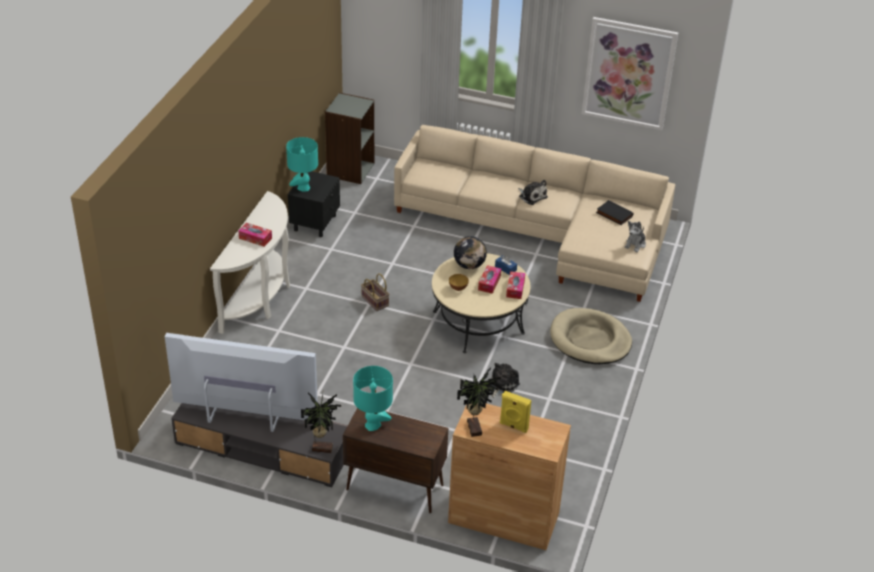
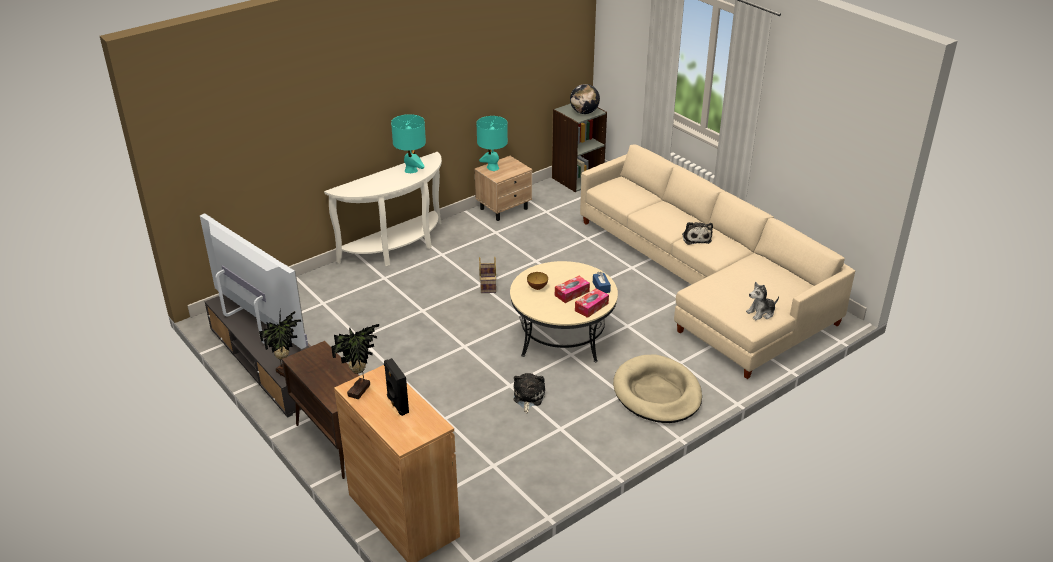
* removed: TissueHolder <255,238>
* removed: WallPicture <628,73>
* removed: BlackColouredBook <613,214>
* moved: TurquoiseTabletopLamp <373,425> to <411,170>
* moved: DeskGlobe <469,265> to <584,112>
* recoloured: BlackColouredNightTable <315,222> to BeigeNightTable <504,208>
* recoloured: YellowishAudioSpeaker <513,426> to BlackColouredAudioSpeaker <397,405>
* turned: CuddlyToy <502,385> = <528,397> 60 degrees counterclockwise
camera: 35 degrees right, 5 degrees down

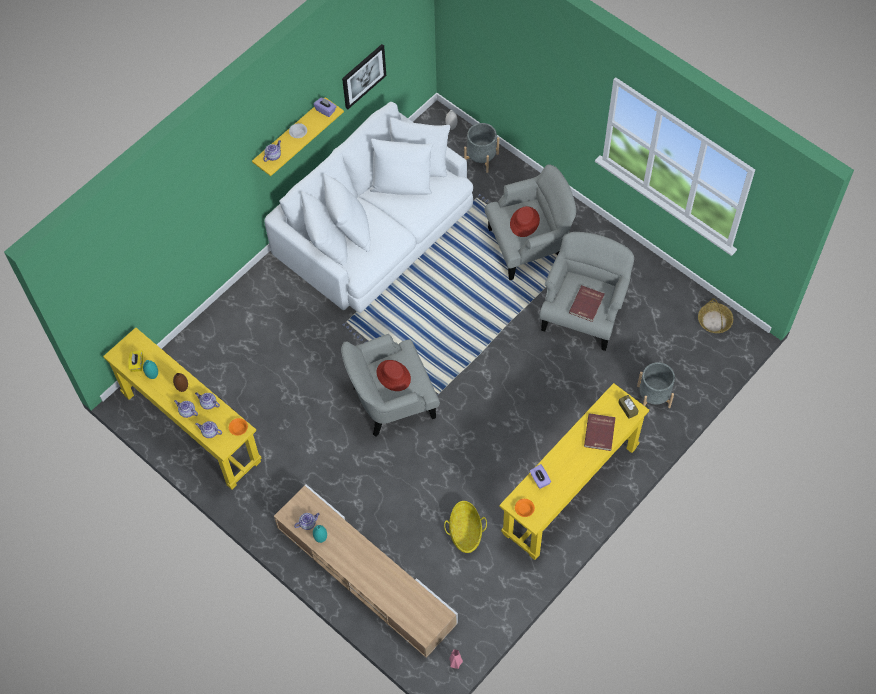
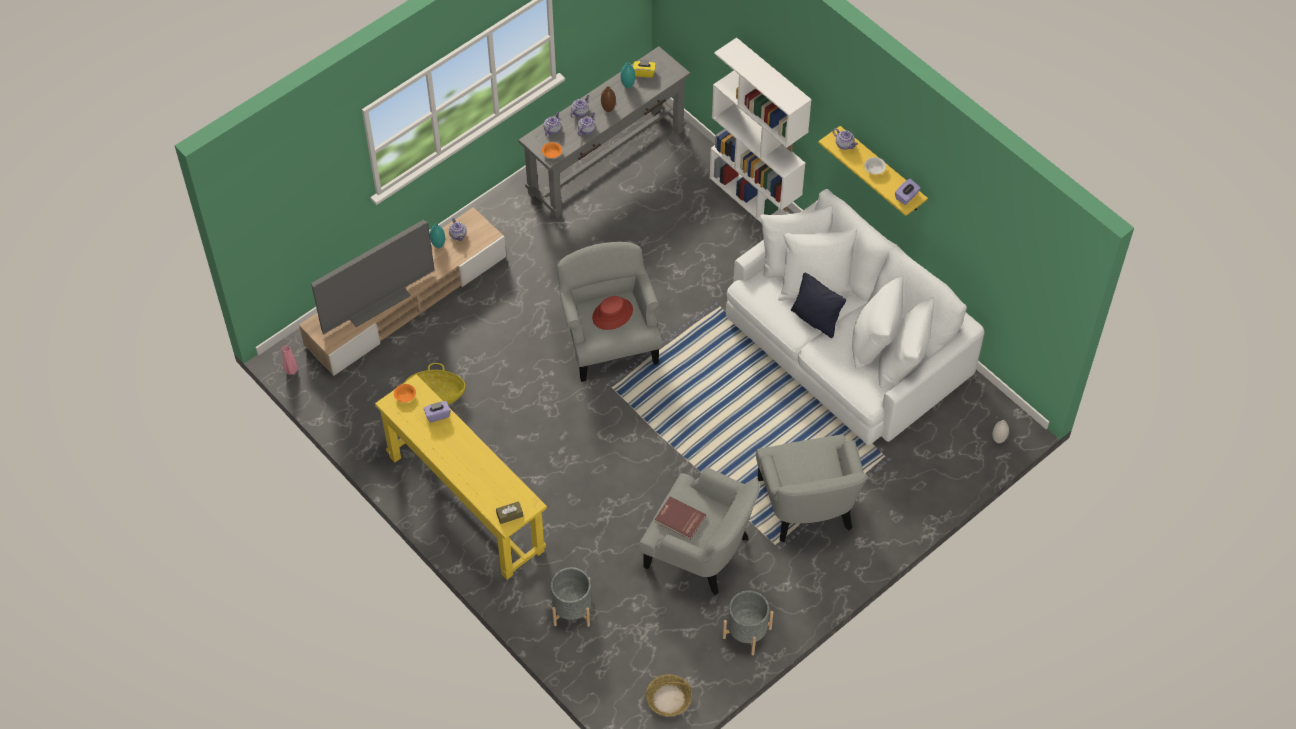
* removed: WallPicture <363,76>
* removed: ReddishClothingHat <524,222>
* removed: ReddishBook <600,433>
* added: TvSet <375,300>
* added: WhiteBookshelf <755,200>
* added: BlackColouredCushion <816,319>
* moved: GreyFlowerPot <481,158> to <747,633>
* recoloured: YellowishNarrowTable <191,428> to GreyNarrowTable <606,161>
camera: 95 degrees right, 5 degrees down

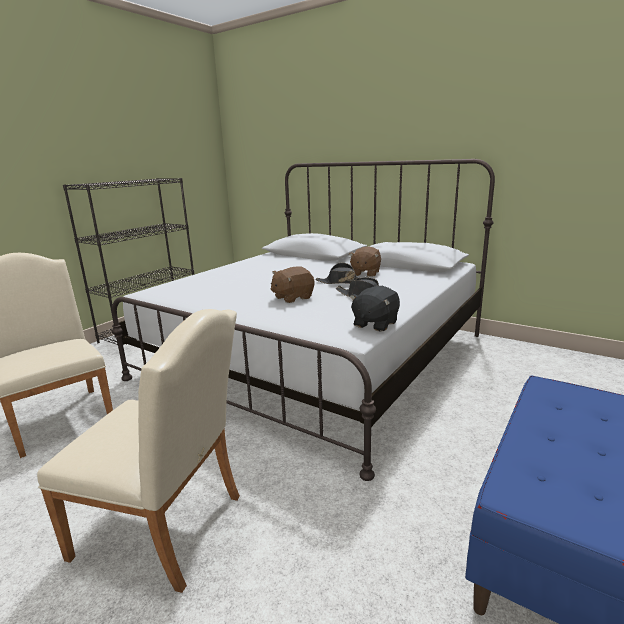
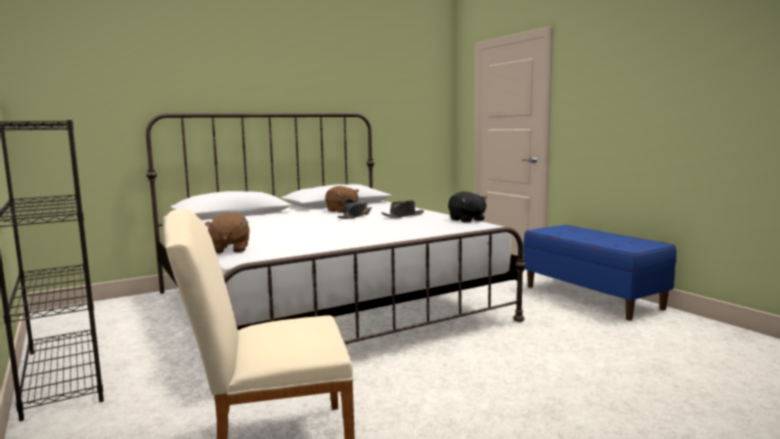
* removed: BeigePlainChair <168,528>
* moved: BrownCuddlyToy <292,298> to <229,249>
camera: 65 degrees left, 10 degrees down

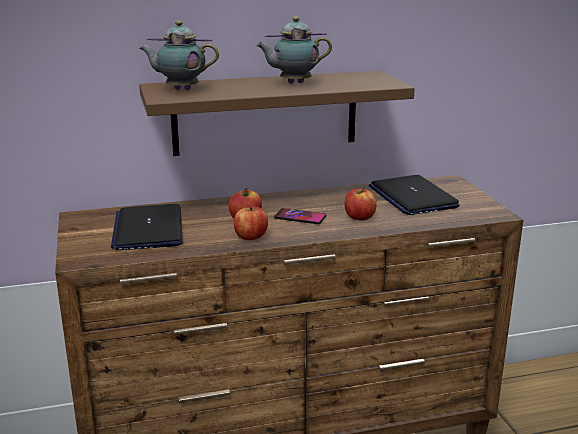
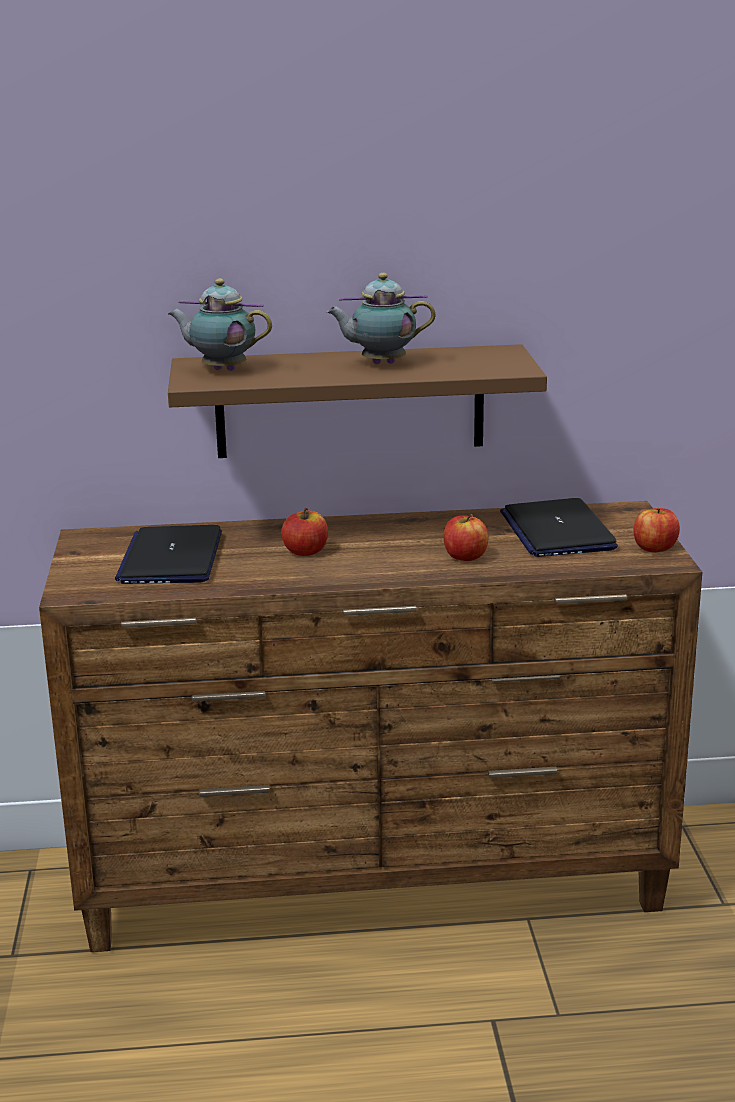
* removed: Telephone <300,217>
* moved: WholeApple <250,237> to <654,548>
camera: 10 degrees right, 0 degrees up

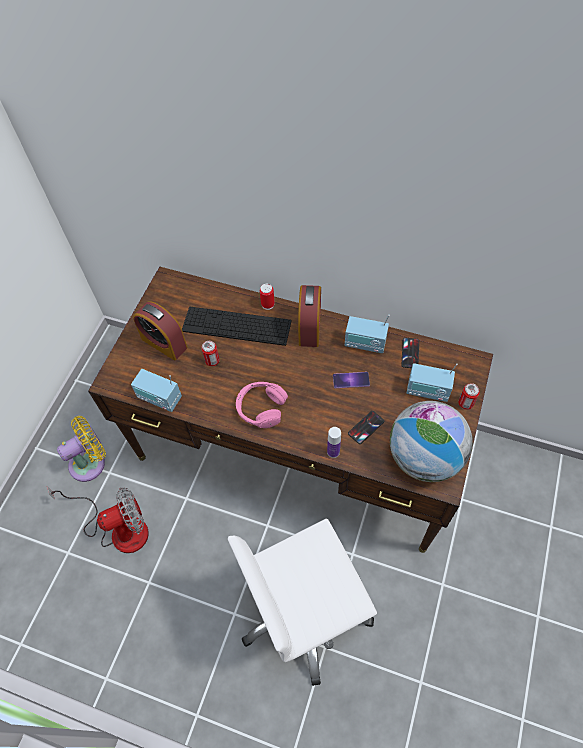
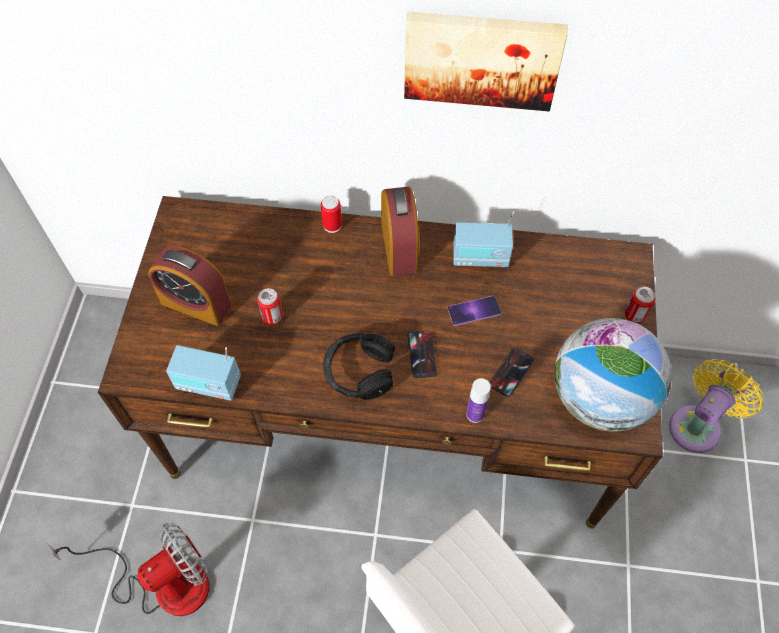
* removed: Keyboard <236,326>
* removed: Radio <427,391>
* added: WallPicture <482,58>
* moved: YellowishElectricFan <91,462> to <698,425>
* moved: Telephone <410,353> to <422,354>
* recoloured: PinkHeadset <261,408> to BlackColouredHeadset <359,371>
camera: 15 degrees left, 0 degrees up

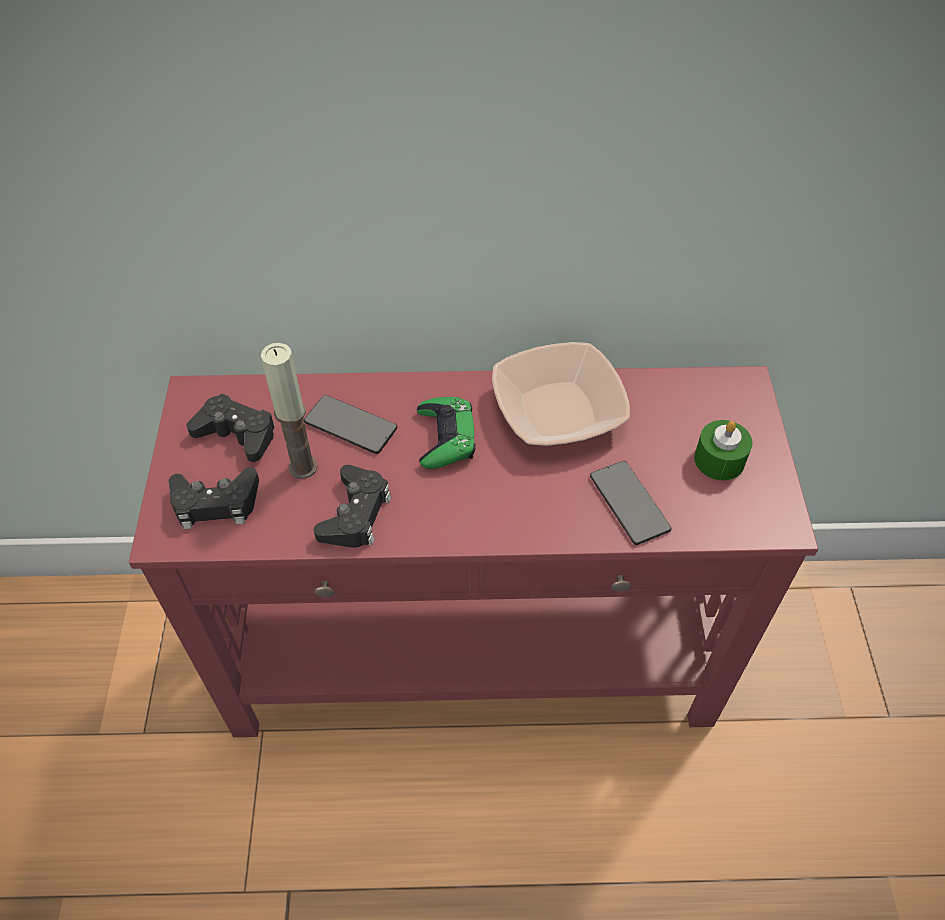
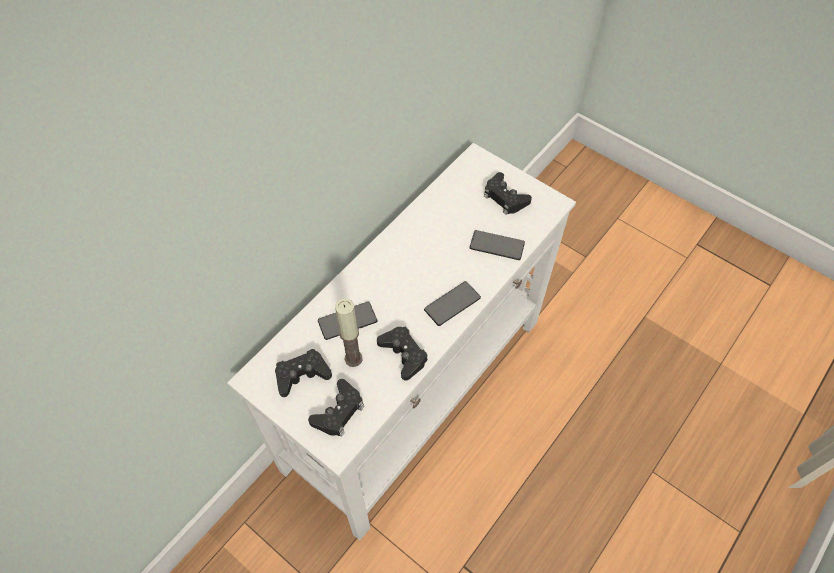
* removed: GreenishGamepad <446,438>
* removed: ServingBowl <558,410>
* added: Telephone <452,304>
* replaced: GreenishWaxLight <719,460> to BlackColouredGamepad <505,198>
* recoloured: ReddishNarrowTable <475,655> to WhiteNarrowTable <417,392>
camera: 50 degrees left, 5 degrees up

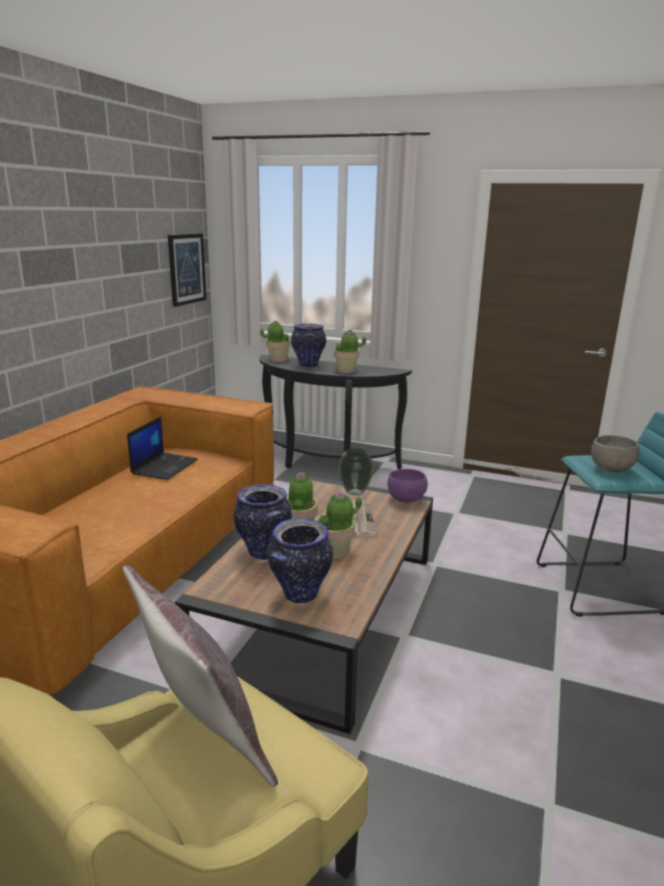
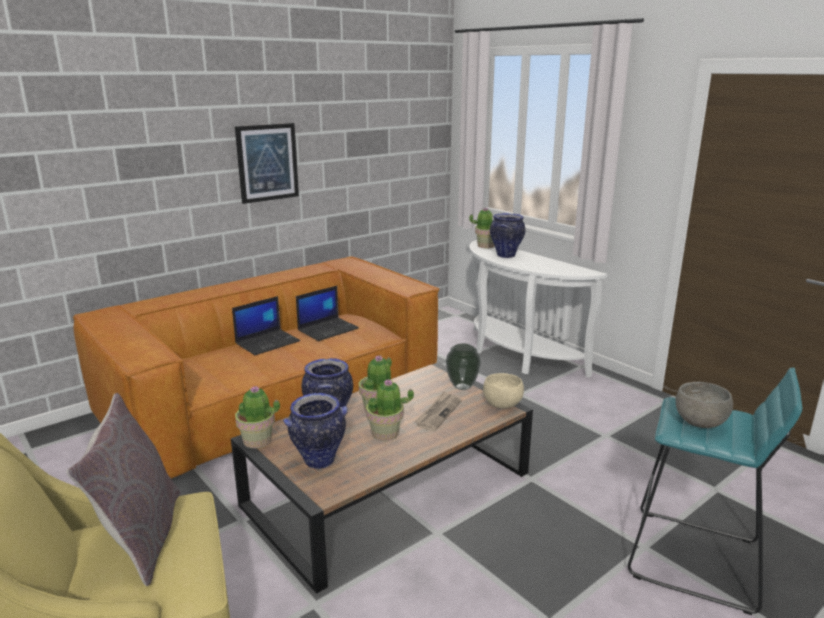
* added: PortableComputer <268,342>
* moved: WallPicture <186,269> to <267,162>
* moved: PottedPlant <346,370> to <257,441>
* recoloured: BlackColouredNarrowTable <324,464> to WhiteNarrowTable <516,356>
* recoloured: PurplishServingBowl <406,499> to BeigeServingBowl <503,405>
camera: 30 degrees right, 0 degrees up

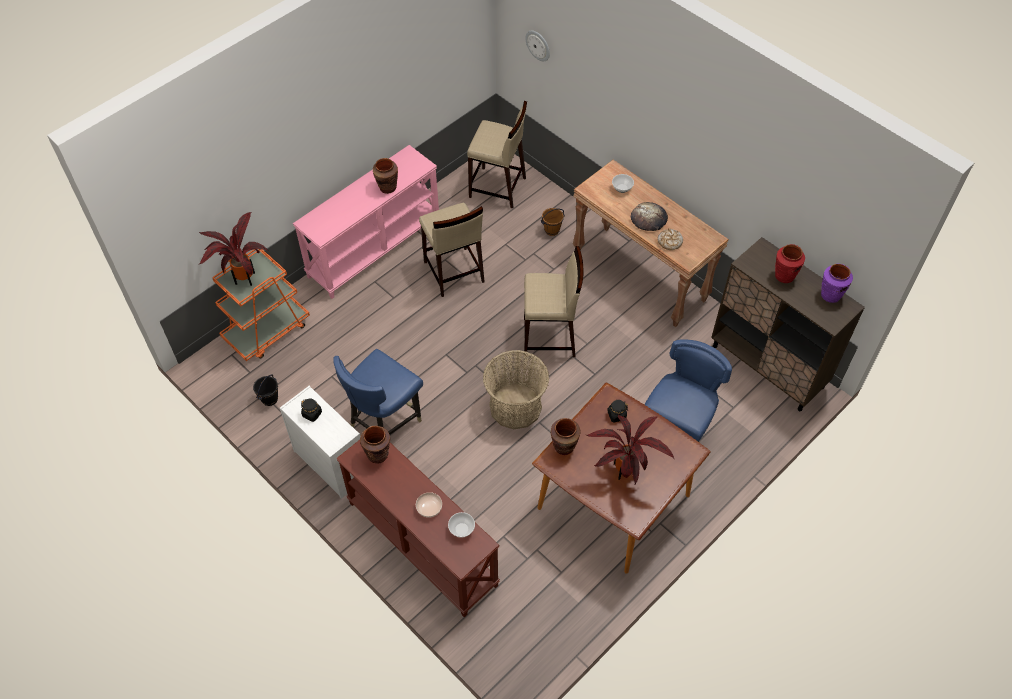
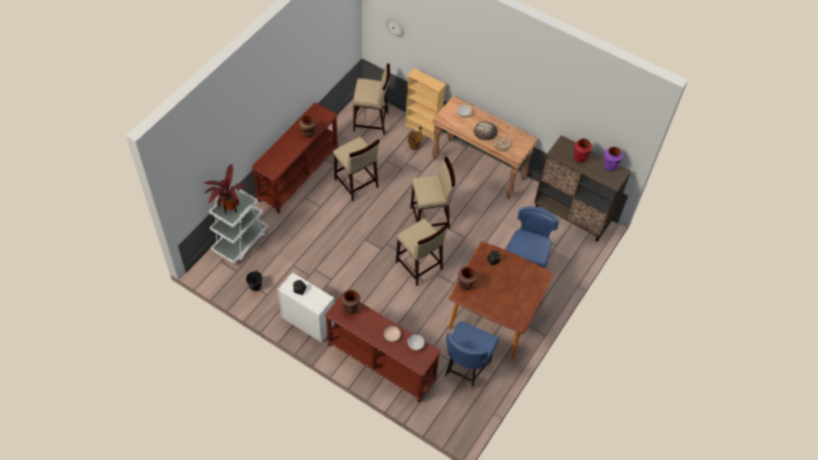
* removed: PottedPlant <624,472>
* added: BeigeBookshelf <422,128>
* moved: BluishPlainChair <384,421> to <465,368>
* replaced: HouseholdBasket <515,406> to BeigeStool <419,266>
* recoloured: OrangeWheeledCart <267,330> to WhiteWheeledCart <240,241>
* recoloured: PinkNarrowTable <374,247> to BrownNarrowTable <298,174>
camera: 15 degrees left, 0 degrees up

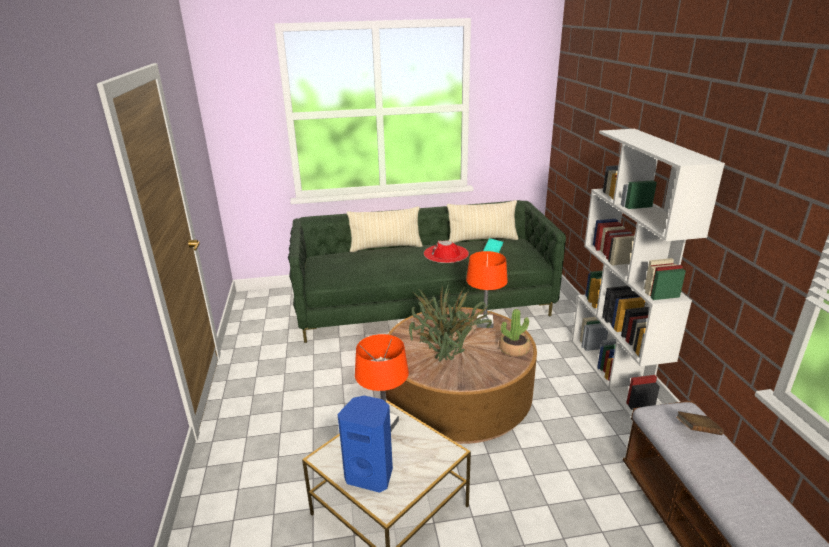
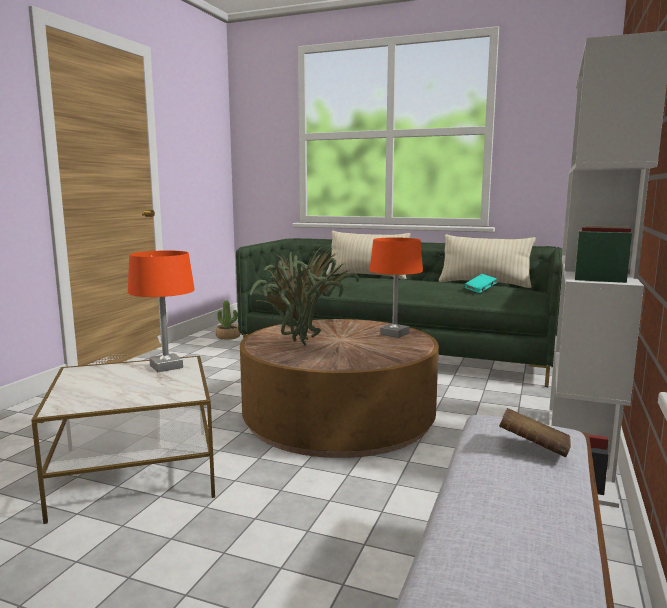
* removed: BluishAudioSpeaker <370,475>
* removed: ReddishClothingHat <446,254>
* moved: PottedPlant <514,349> to <228,337>
camera: 30 degrees right, 15 degrees down

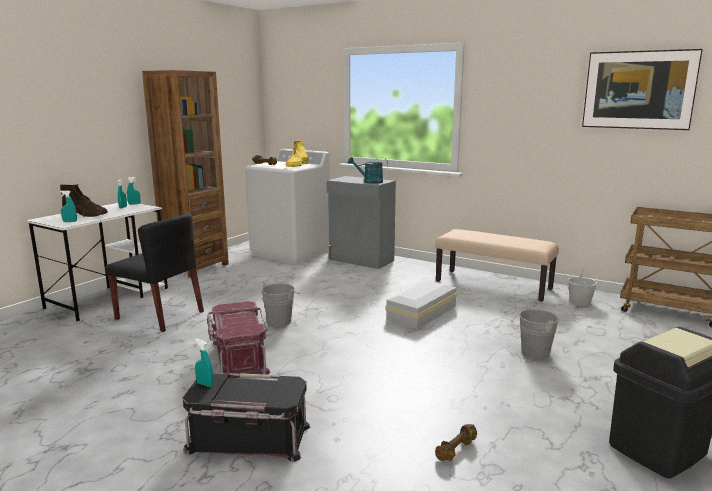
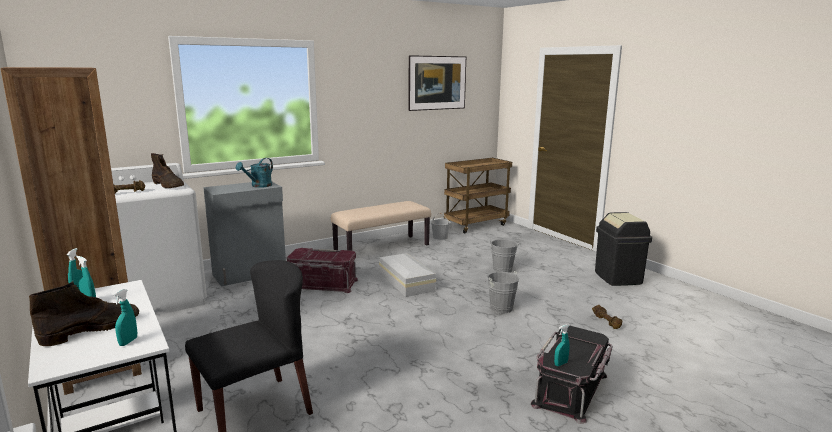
* moved: ReddishStorageBox <238,357> to <322,284>
* moved: GreyBucket <281,321> to <499,307>
* recoloured: YellowishHighTopBoot <297,165> to BrownHighTopBoot <168,185>
camera: 65 degrees left, 0 degrees up

